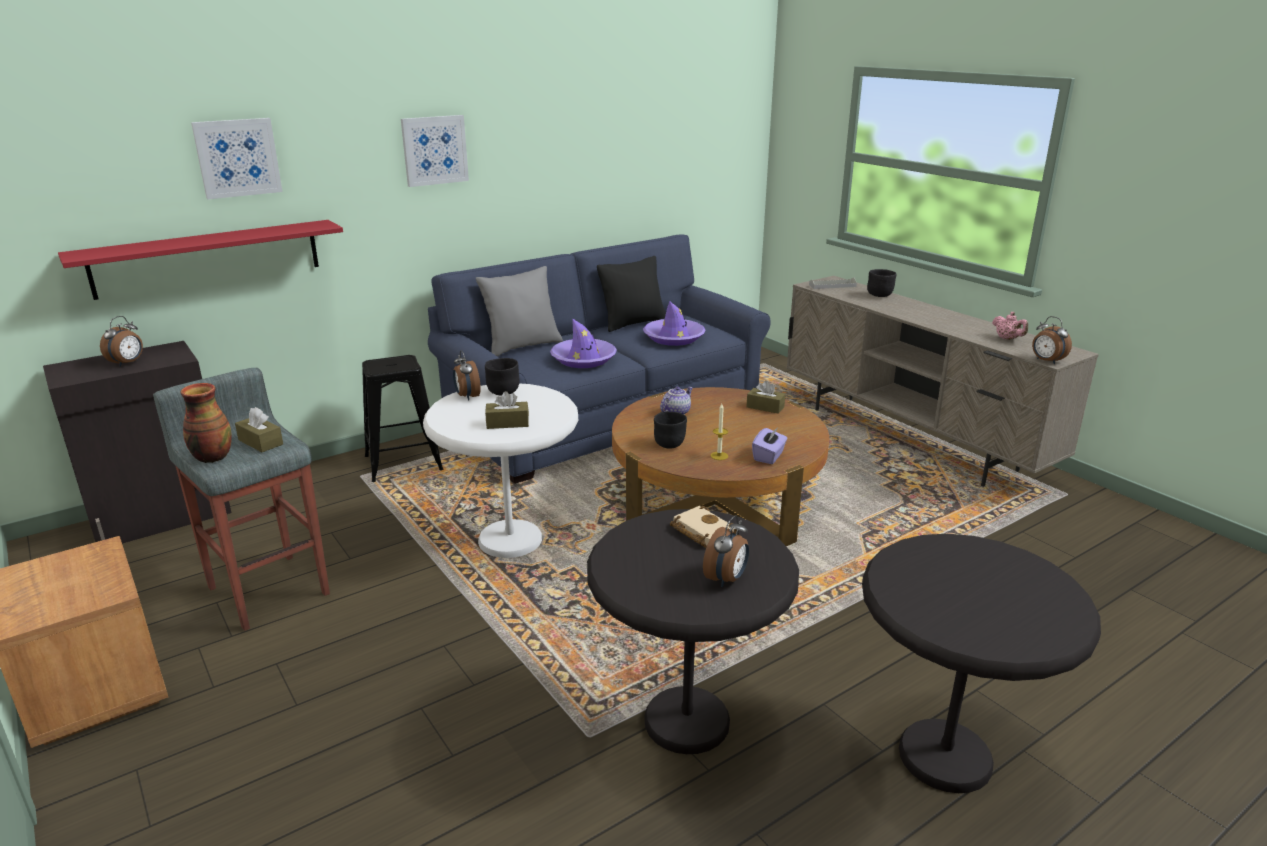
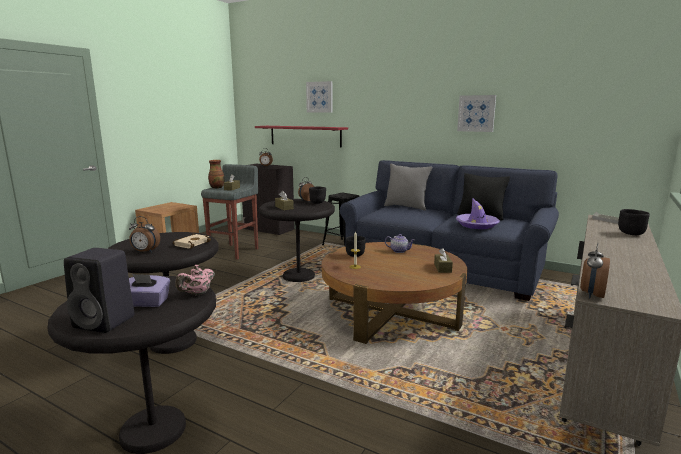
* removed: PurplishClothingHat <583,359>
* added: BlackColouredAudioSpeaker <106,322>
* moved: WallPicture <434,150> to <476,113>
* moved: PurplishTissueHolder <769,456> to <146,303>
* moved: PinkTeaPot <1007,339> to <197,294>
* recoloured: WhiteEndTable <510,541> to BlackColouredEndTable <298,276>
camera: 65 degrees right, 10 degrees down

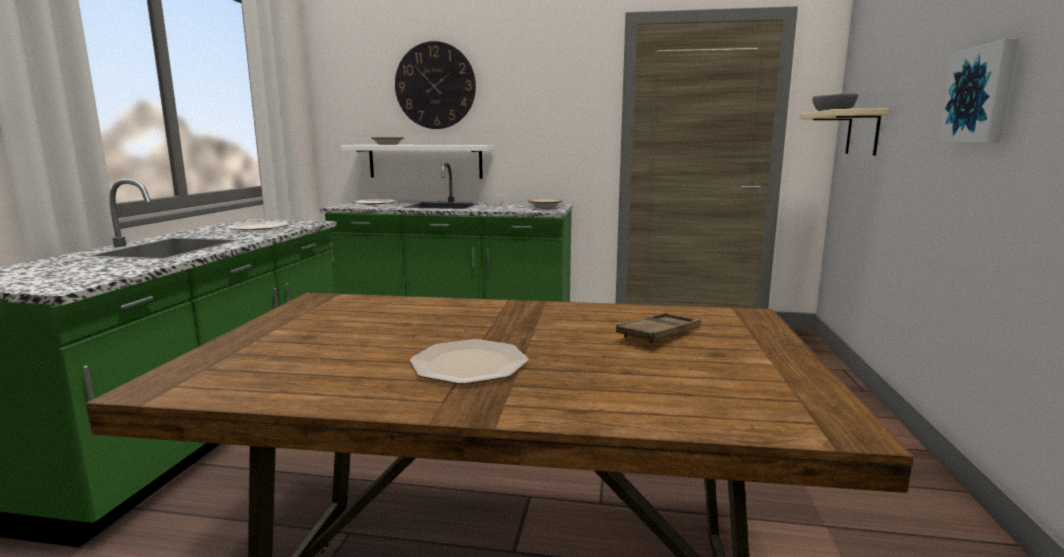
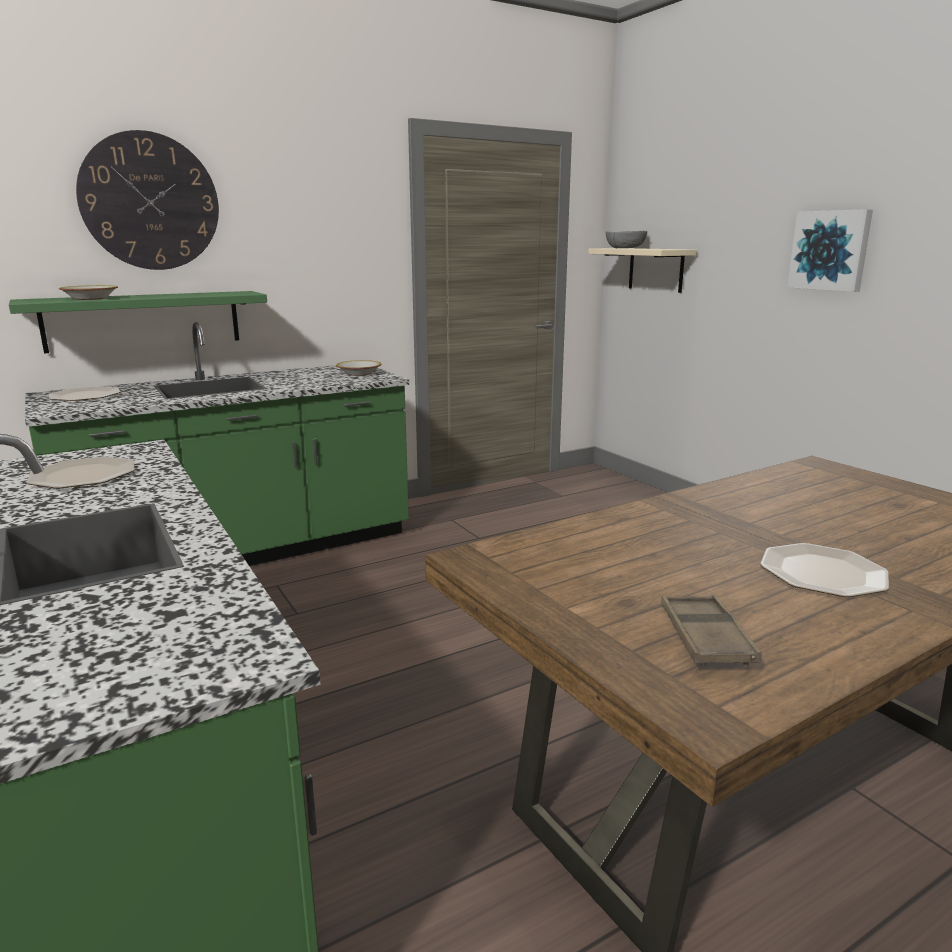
* moved: BrownTray <659,334> to <705,637>
* recoloured: WhiteWallShelf <425,161> to GreenishWallShelf <143,320>
camera: 40 degrees left, 5 degrees up

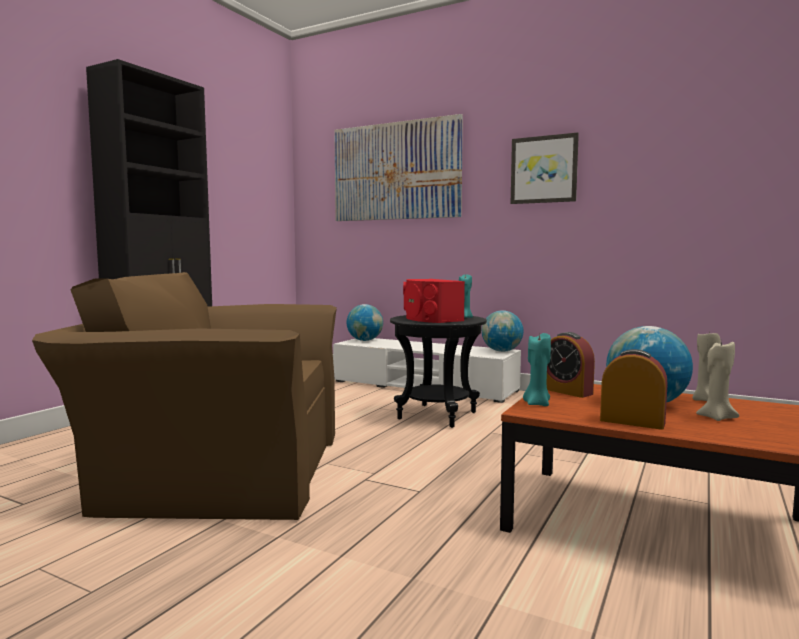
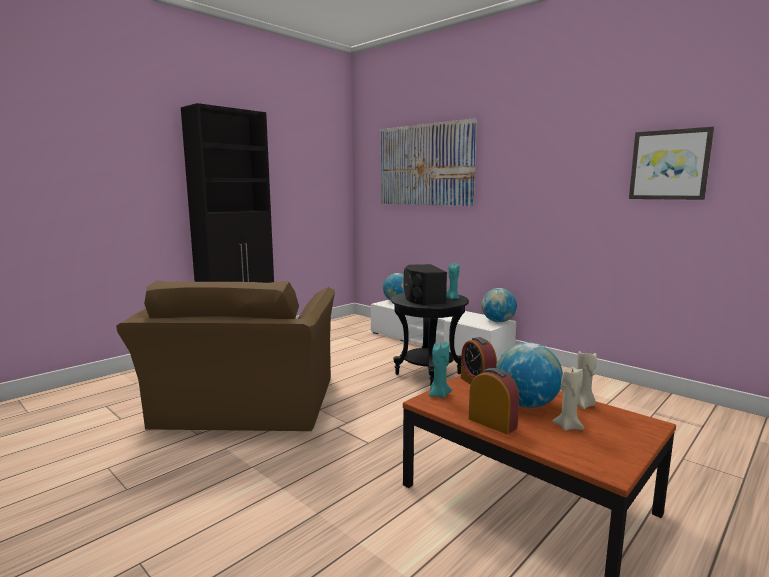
* moved: WallPicture <544,169> to <669,165>
* recoloured: ReddishAudioSpeaker <430,319> to BlackColouredAudioSpeaker <422,298>
* turned: BrownLoungeChair <217,469> = <245,406> 105 degrees counterclockwise
camera: 15 degrees right, 5 degrees up

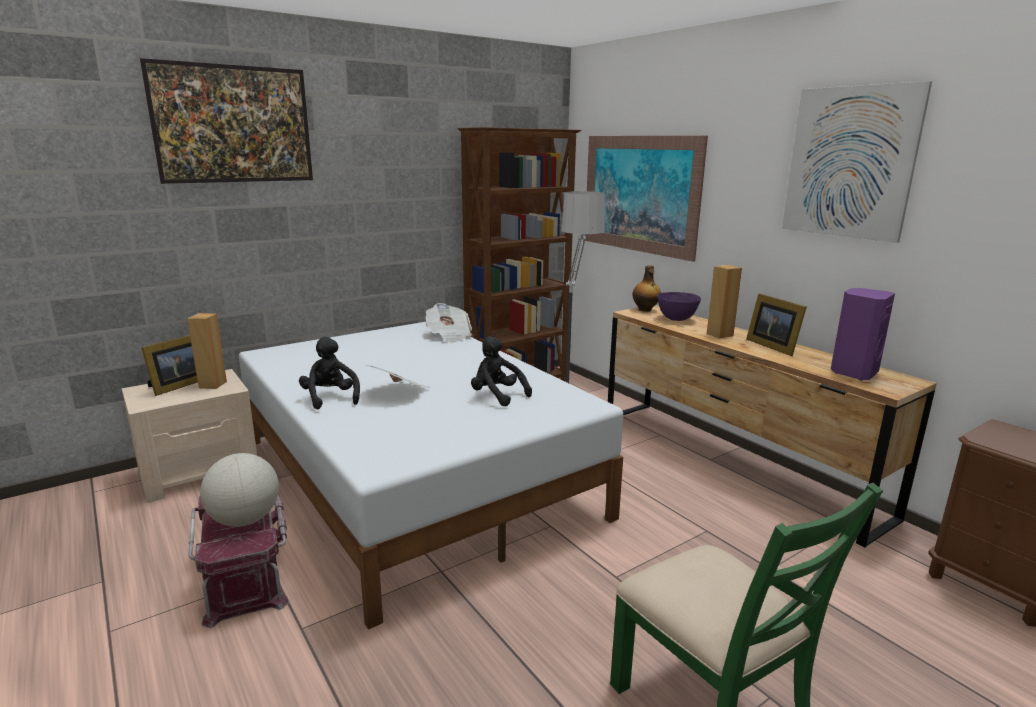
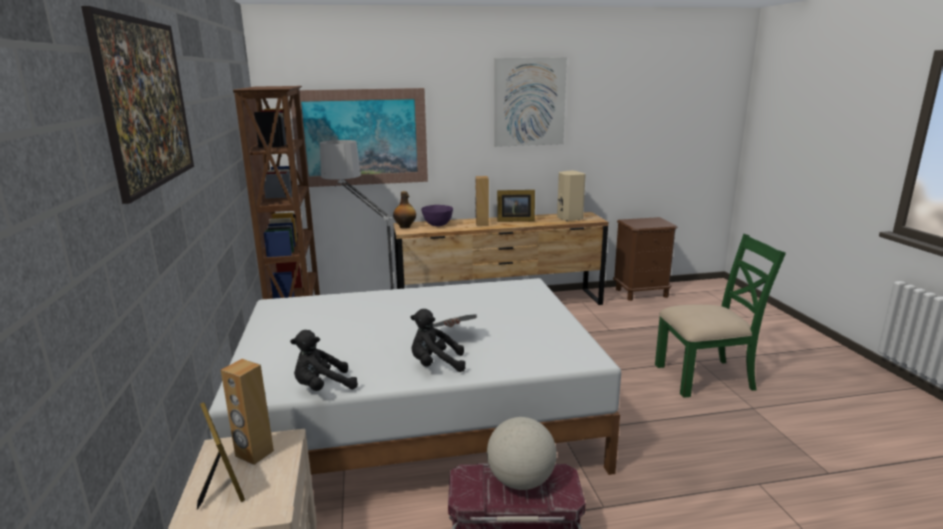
* removed: PrintedPaper <449,336>
* moved: BlackColouredCuddlyToy <497,396> to <322,388>
* recoloured: PurplishAudioSpeaker <853,372> to BeigeAudioSpeaker <568,218>
camera: 65 degrees left, 0 degrees up

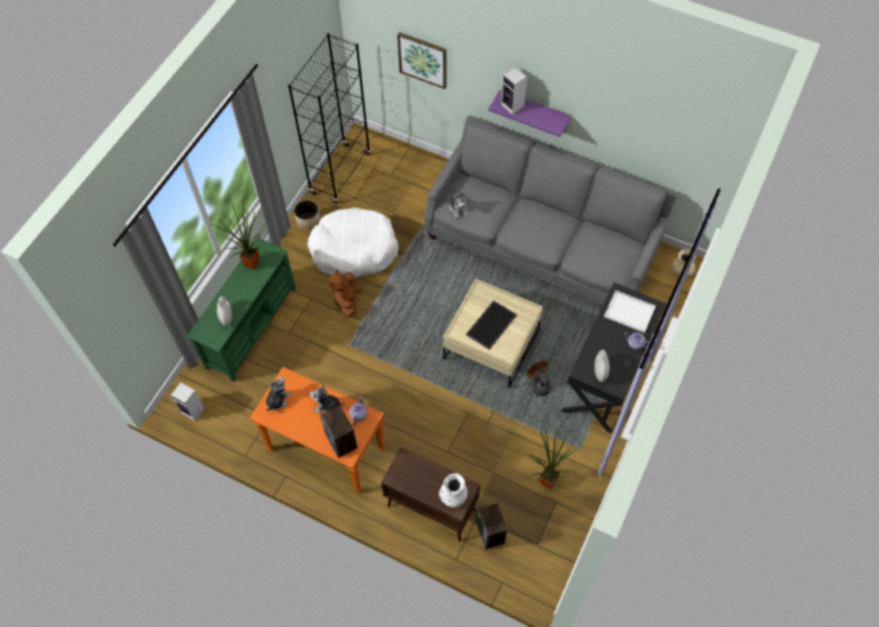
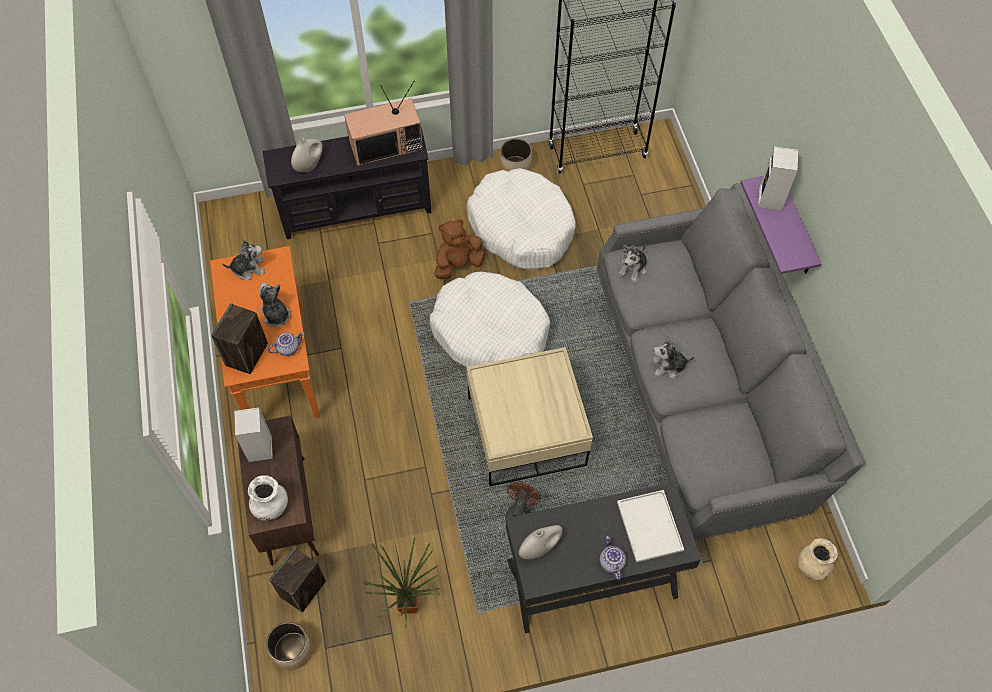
* removed: WallPicture <423,59>
* removed: Tray <491,324>
* added: FlowerPot <291,650>
* added: WhitePetBed <490,332>
* added: CuddlyToy <668,366>
* moved: AudioSpeaker <193,410> to <261,449>
* replaced: PottedPlant <254,265> to TvSet <386,144>
* recoloured: GreenishMediaConsole <251,327> to BlackColouredMediaConsole <356,209>
camera: 50 degrees right, 0 degrees up

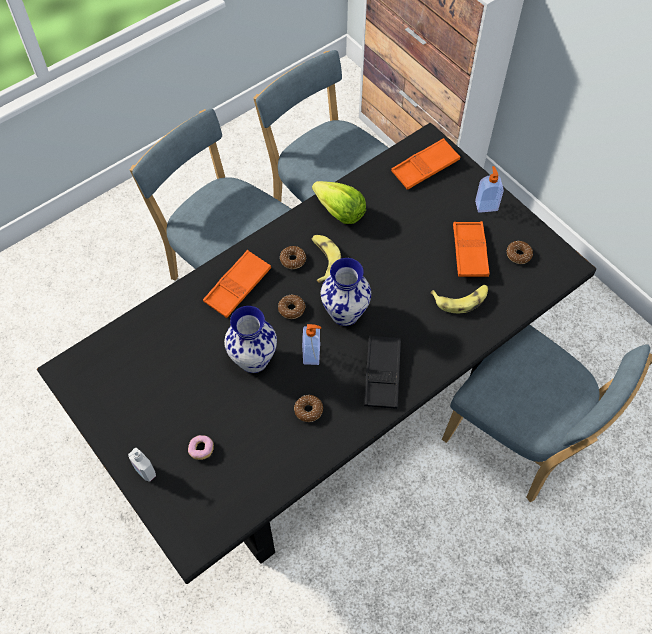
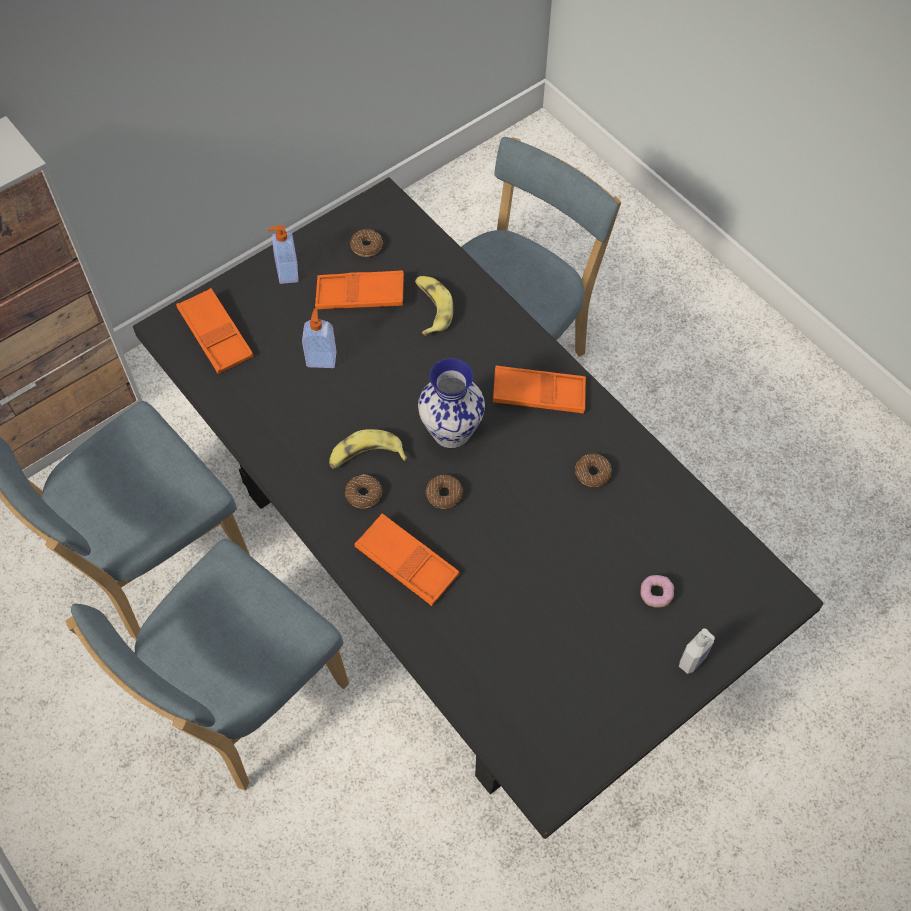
* removed: FlowerVase <252,360>
* removed: HeadOfLettuce <339,212>
* moved: SoapDispenser <312,355> to <321,358>
* recoloured: BlackColouredTray <382,374> to OrangeTray <539,394>
camera: 90 degrees left, 0 degrees up

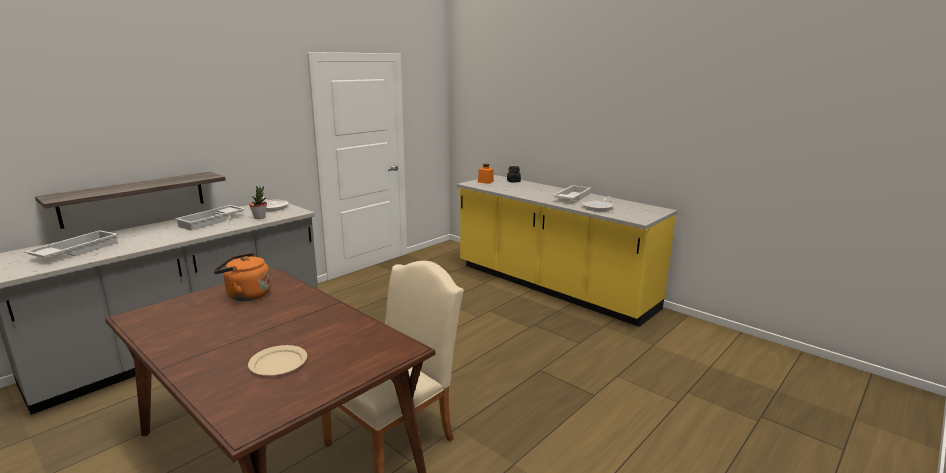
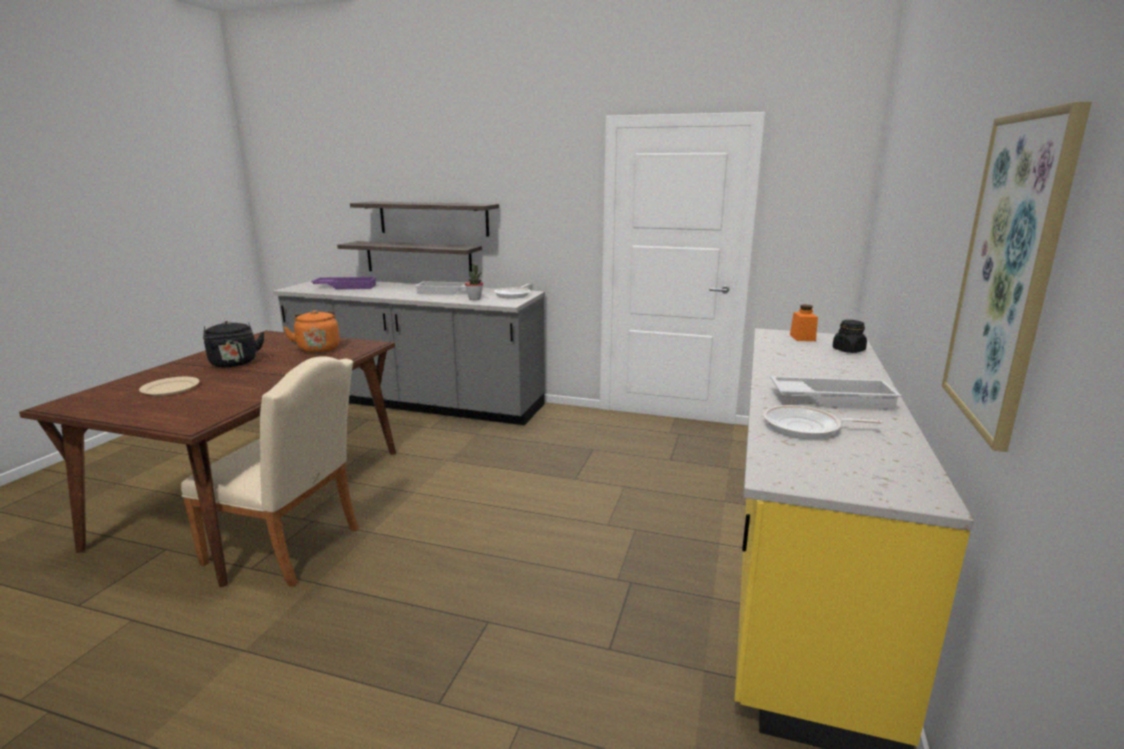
* added: BlackColouredWaterKettle <234,364>
* added: WallShelf <433,218>
* added: WallPicture <1008,275>
* recoloured: WhiteTray <75,251> to PurplishTray <346,287>
camera: 65 degrees right, 0 degrees up

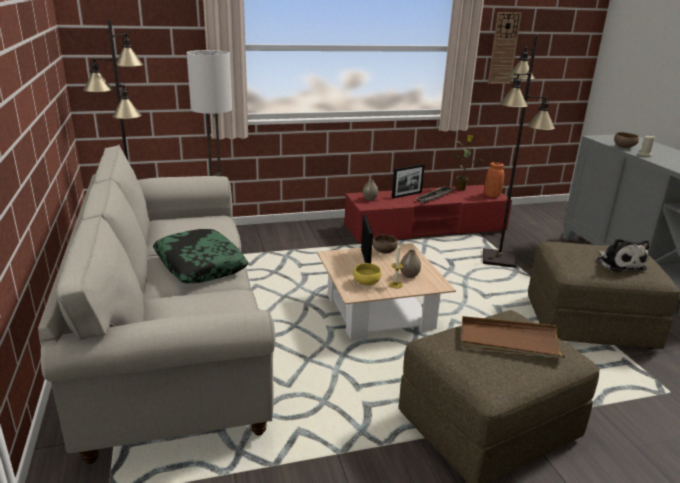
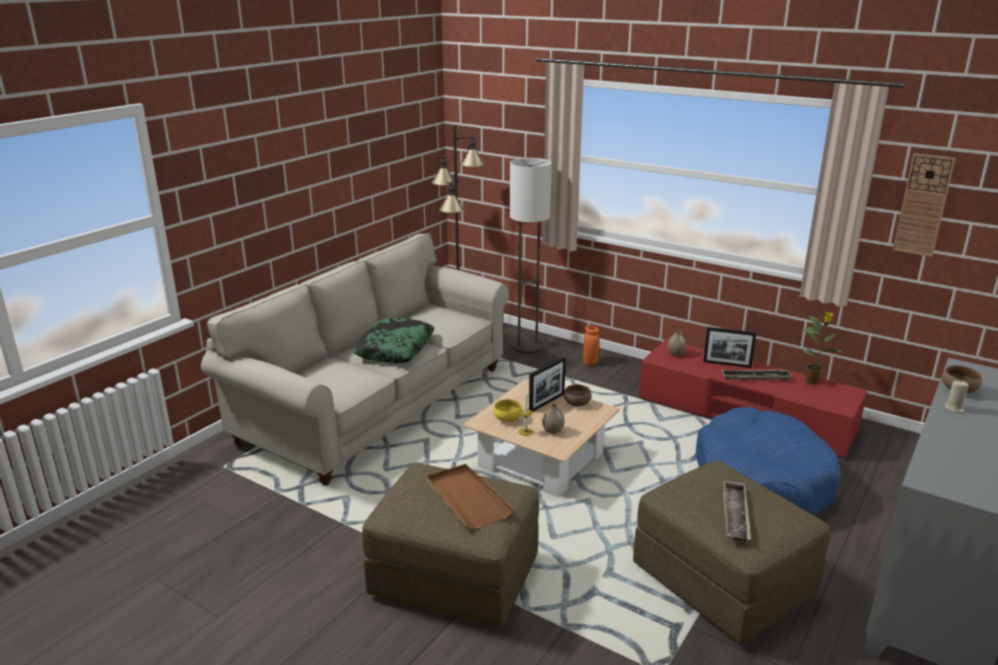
* moved: OrangeFlowerVase <492,195> to <590,362>
* replaced: BlackColouredStandingLamp <499,259> to BluishPetBed <763,480>
* replaced: CuddlyToy <619,264> to Tray <735,515>
camera: 50 degrees right, 0 degrees up

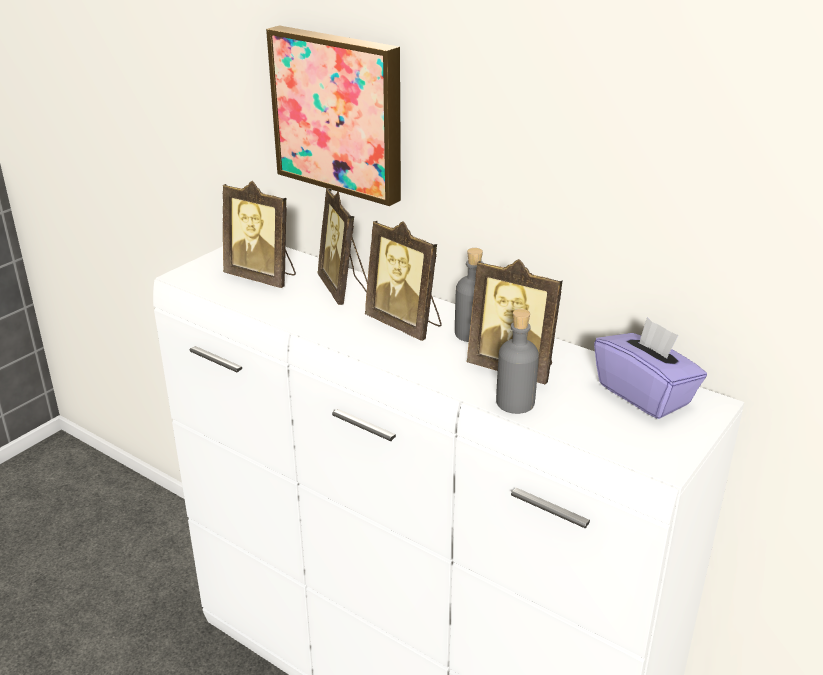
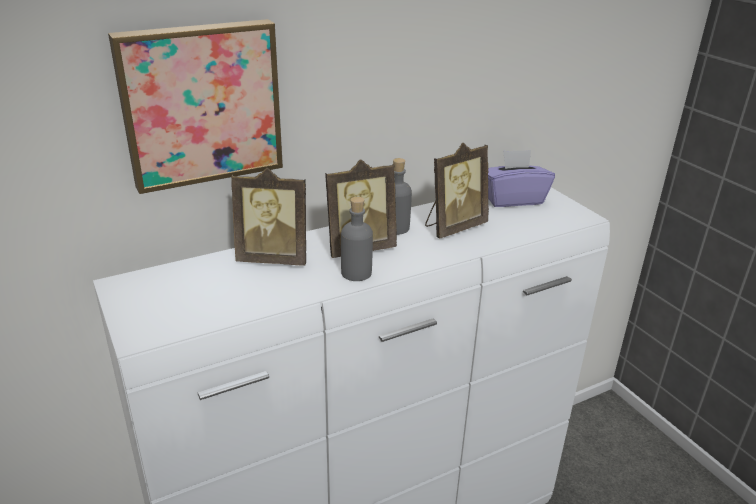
* removed: StandingFrame <263,277>
* moved: GreyDrinkBottle <515,402> to <356,273>
camera: 65 degrees left, 0 degrees up

